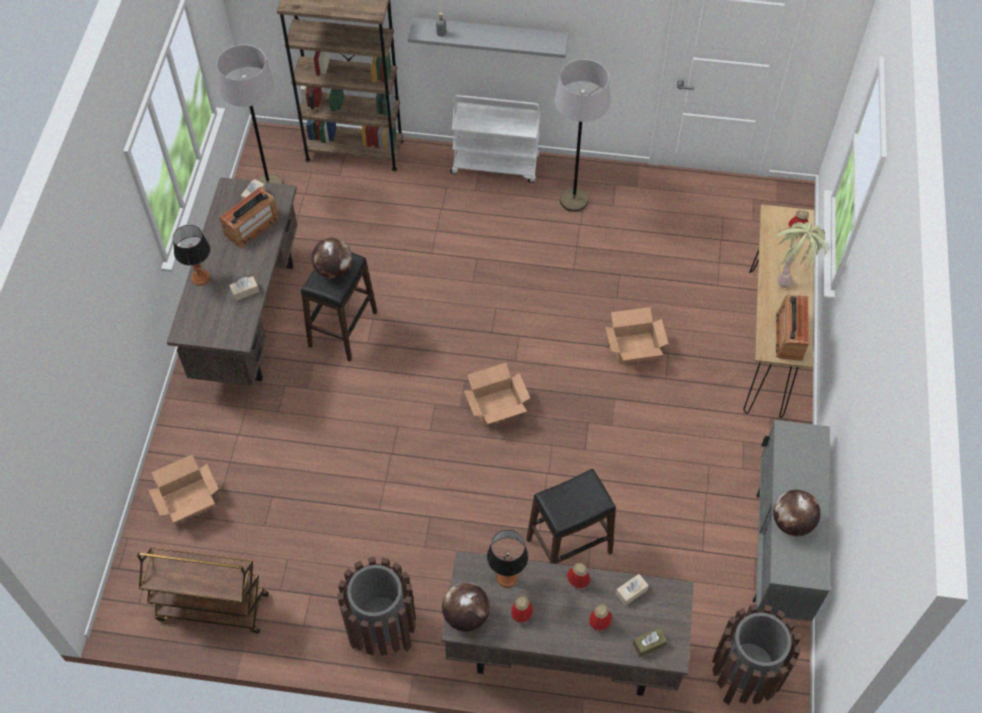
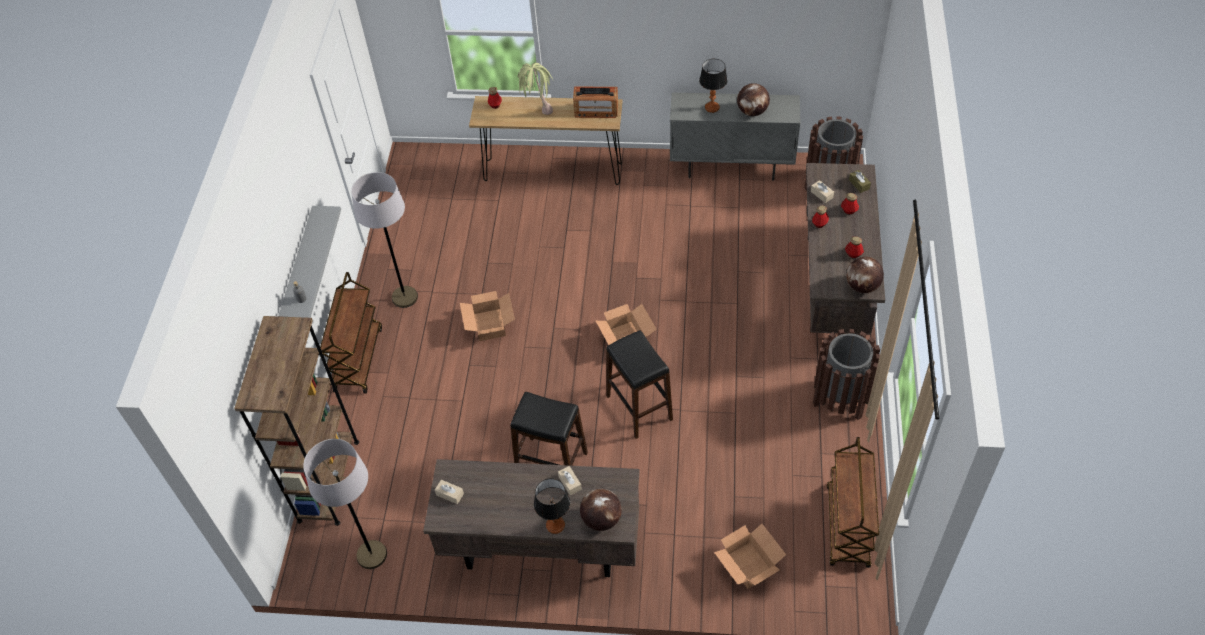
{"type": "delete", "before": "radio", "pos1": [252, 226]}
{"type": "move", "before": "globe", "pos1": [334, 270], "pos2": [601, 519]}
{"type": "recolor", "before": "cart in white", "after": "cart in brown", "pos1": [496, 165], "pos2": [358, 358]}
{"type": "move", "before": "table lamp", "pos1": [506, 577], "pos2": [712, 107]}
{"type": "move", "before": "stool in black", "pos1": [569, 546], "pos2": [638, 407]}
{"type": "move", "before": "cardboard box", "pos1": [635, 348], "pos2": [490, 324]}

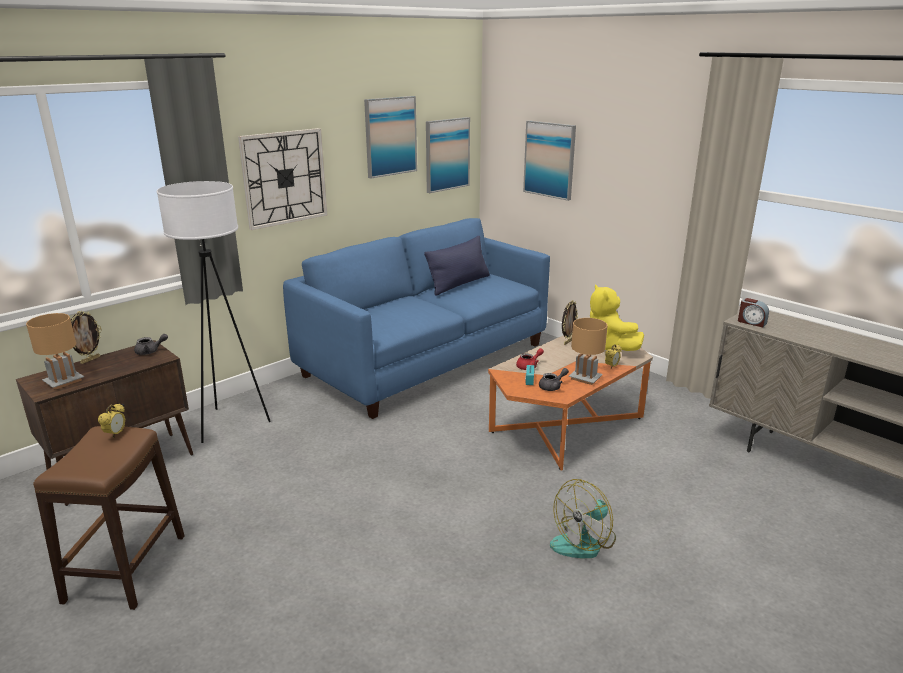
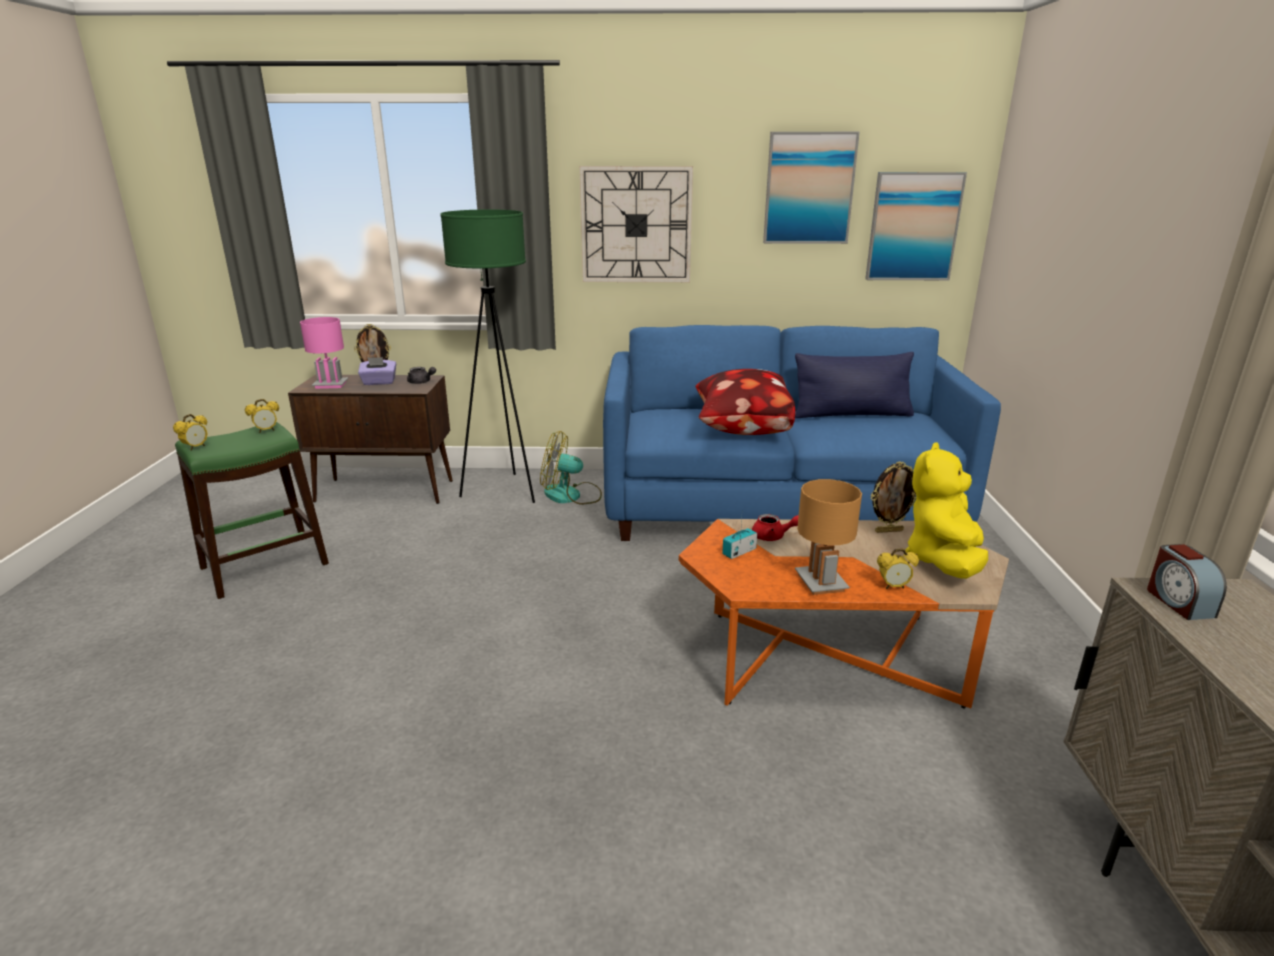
{"type": "recolor", "before": "table lamp in brown", "after": "table lamp in pink", "pos1": [63, 381], "pos2": [331, 385]}
{"type": "recolor", "before": "stool in brown", "after": "stool in green", "pos1": [125, 568], "pos2": [264, 566]}
{"type": "recolor", "before": "floor lamp in white", "after": "floor lamp in green", "pos1": [230, 424], "pos2": [503, 491]}
{"type": "delete", "before": "picture", "pos1": [549, 159]}
{"type": "delete", "before": "teapot in grey", "pos1": [552, 387]}
{"type": "move", "before": "fan", "pos1": [584, 542], "pos2": [571, 495]}
{"type": "insert", "after": "alarm clock", "pos2": [196, 447]}
{"type": "insert", "after": "tissue box in purple", "pos2": [379, 382]}
{"type": "insert", "after": "pillow", "pos2": [741, 430]}

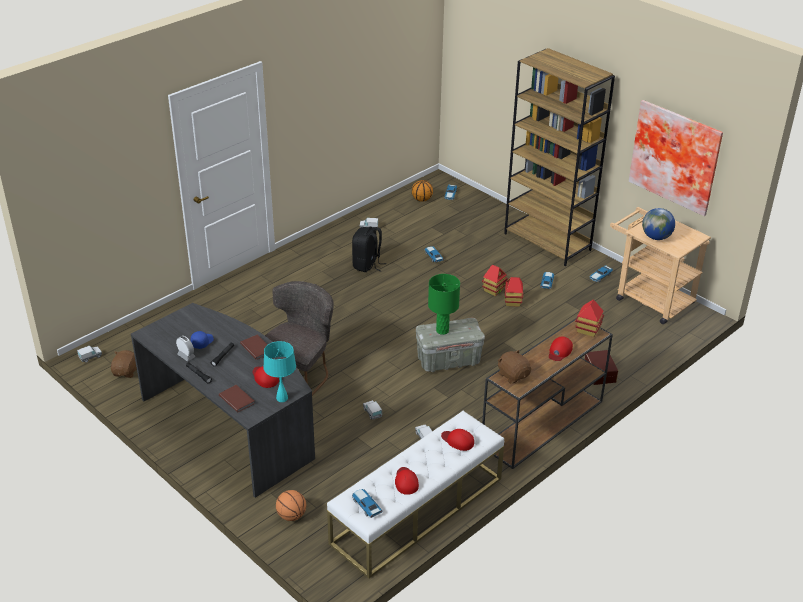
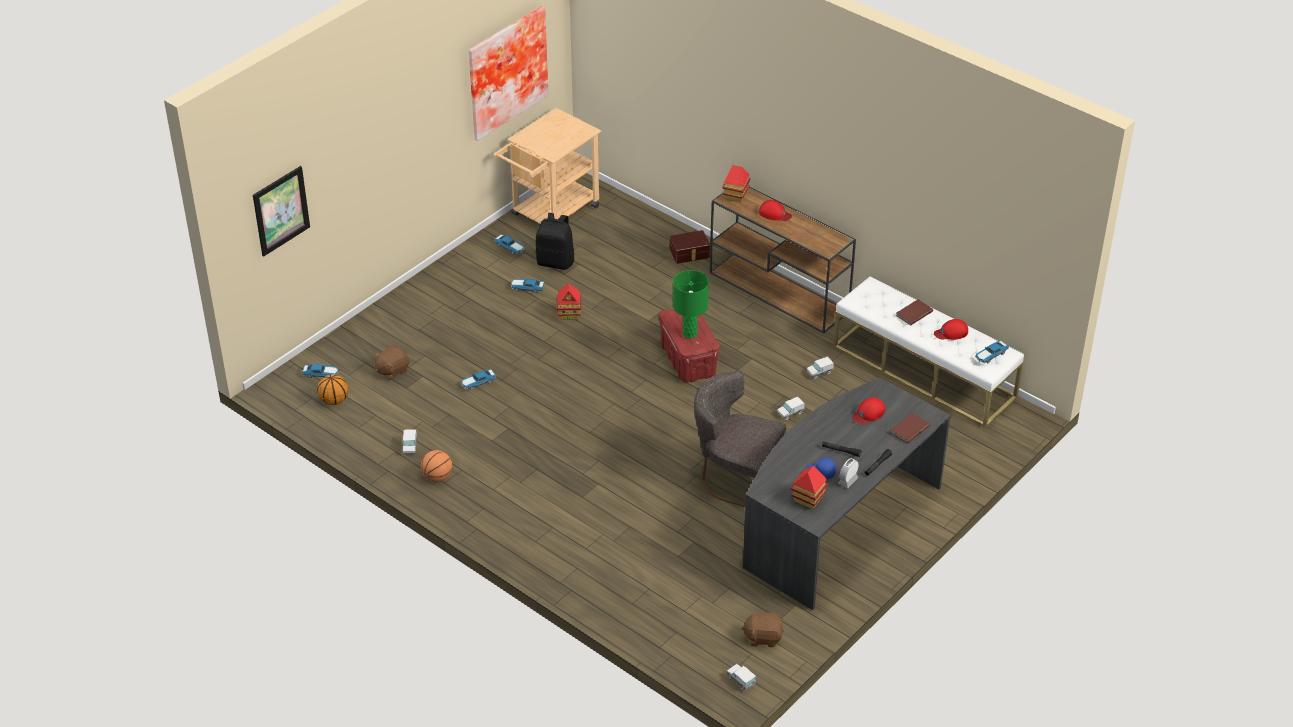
{"type": "move", "before": "book in brown", "pos1": [257, 348], "pos2": [913, 313]}
{"type": "delete", "before": "table lamp in turquoise", "pos1": [281, 398]}
{"type": "move", "before": "basketball", "pos1": [291, 516], "pos2": [437, 477]}
{"type": "move", "before": "backpack in black", "pos1": [367, 265], "pos2": [556, 262]}
{"type": "recolor", "before": "storage box in grey", "after": "storage box in red", "pos1": [448, 360], "pos2": [689, 361]}
{"type": "delete", "before": "cap in red", "pos1": [458, 440]}
{"type": "move", "before": "toy house", "pos1": [493, 290], "pos2": [808, 499]}
{"type": "move", "before": "plush toy in brown", "pos1": [513, 375], "pos2": [392, 370]}
{"type": "delete", "before": "bookcase in brown", "pos1": [548, 242]}
{"type": "delete", "before": "globe", "pos1": [656, 237]}
{"type": "insert", "after": "picture", "pos2": [281, 210]}

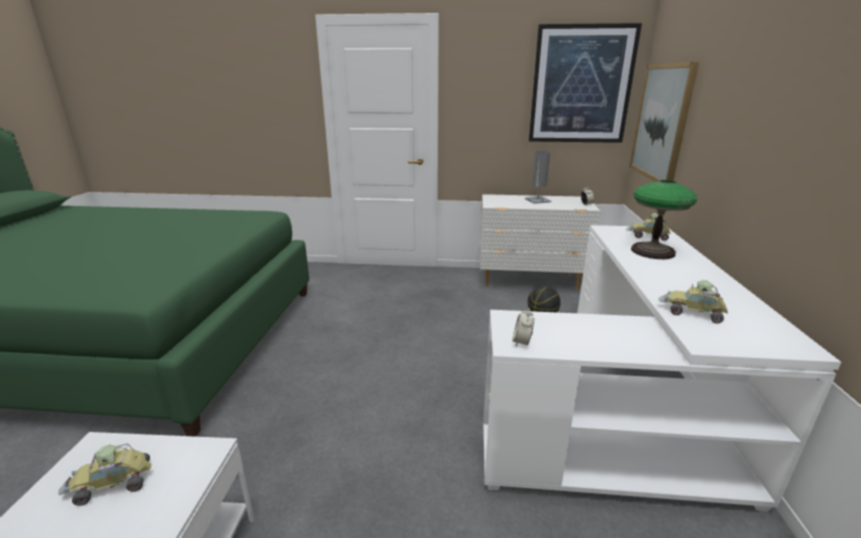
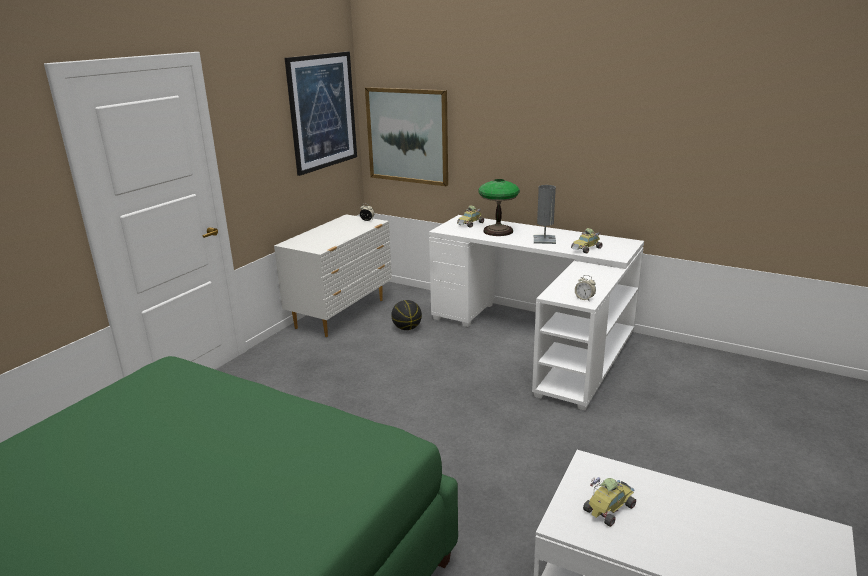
{"type": "rotate", "before": "toy car", "pos1": [112, 484], "pos2": [609, 507], "turn": -135}
{"type": "move", "before": "table lamp in grey", "pos1": [537, 200], "pos2": [544, 240]}

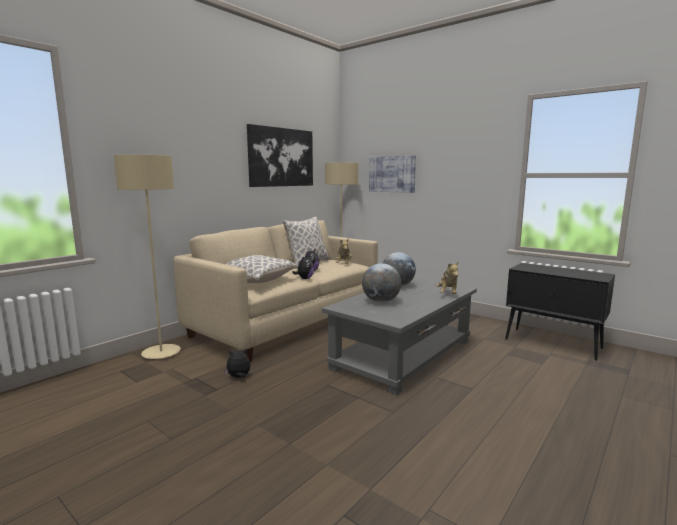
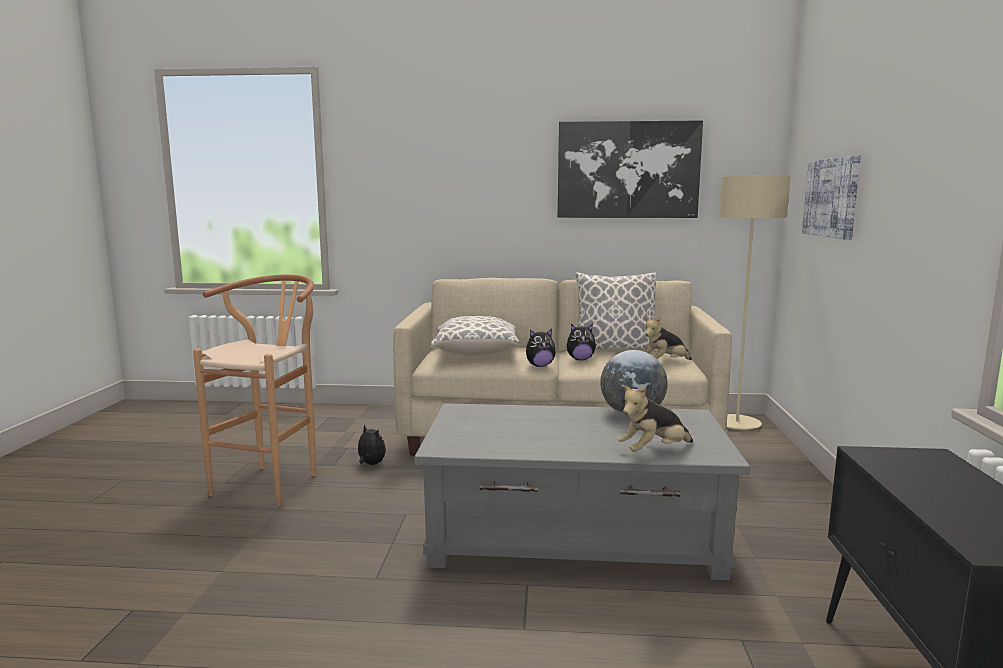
{"type": "delete", "before": "floor lamp in beige", "pos1": [161, 353]}
{"type": "delete", "before": "globe", "pos1": [381, 301]}
{"type": "insert", "after": "stool in brown", "pos2": [273, 481]}

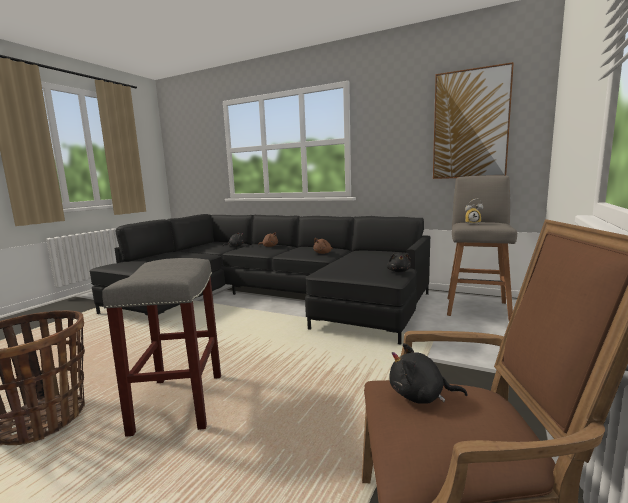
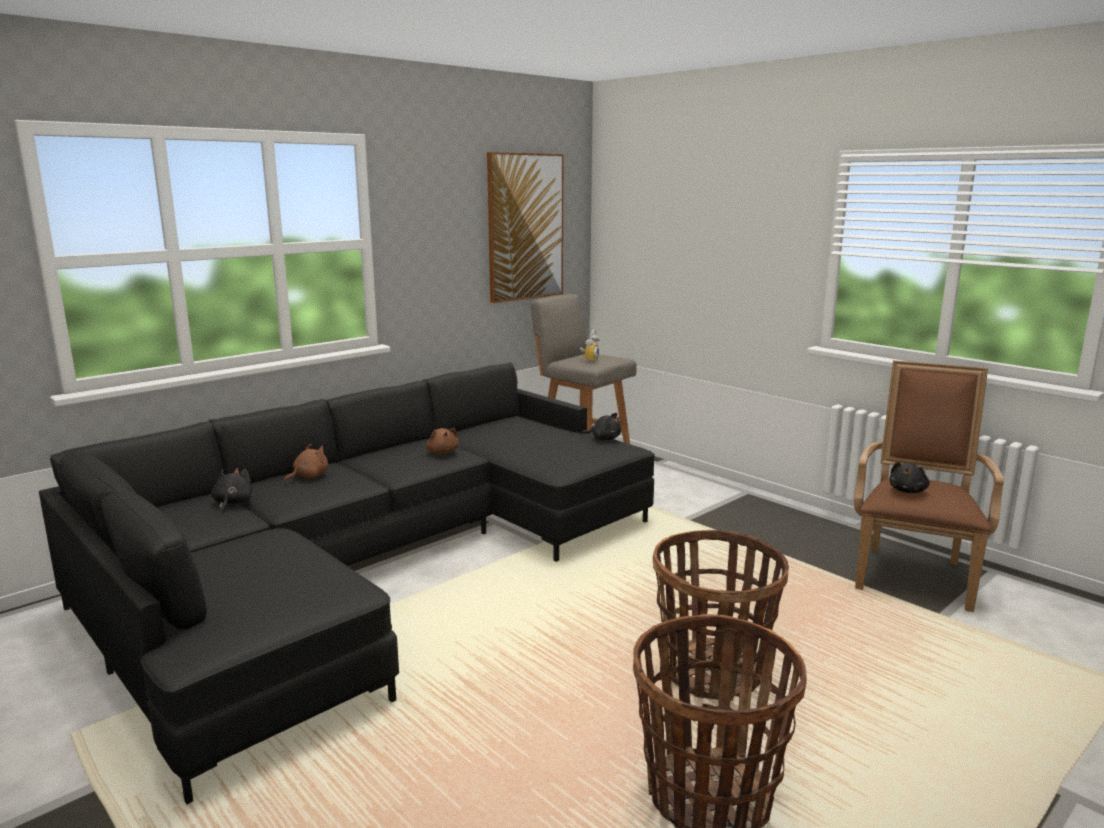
{"type": "replace", "before": "stool in grey", "after": "basket", "pos1": [179, 404], "pos2": [713, 672]}

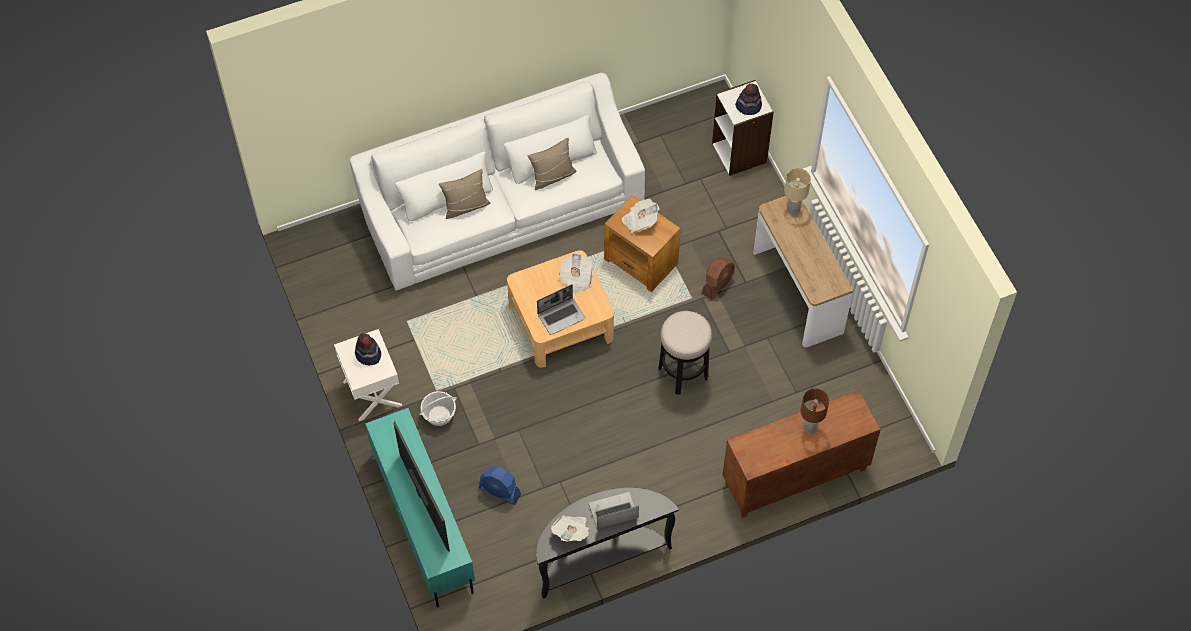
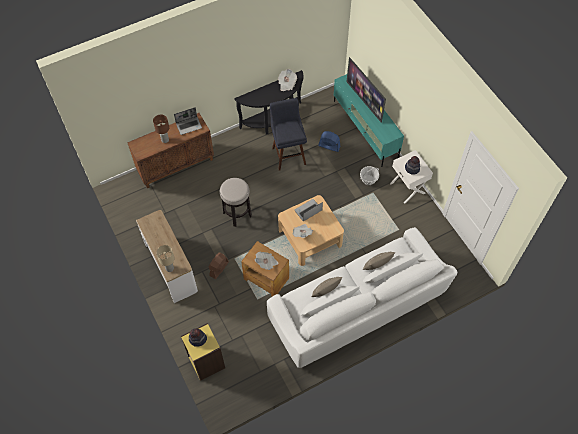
{"type": "move", "before": "laptop", "pos1": [613, 512], "pos2": [189, 125]}
{"type": "recolor", "before": "bookcase in white", "after": "bookcase in yellow", "pos1": [740, 153], "pos2": [206, 362]}
{"type": "insert", "after": "stool in blue", "pos2": [288, 154]}

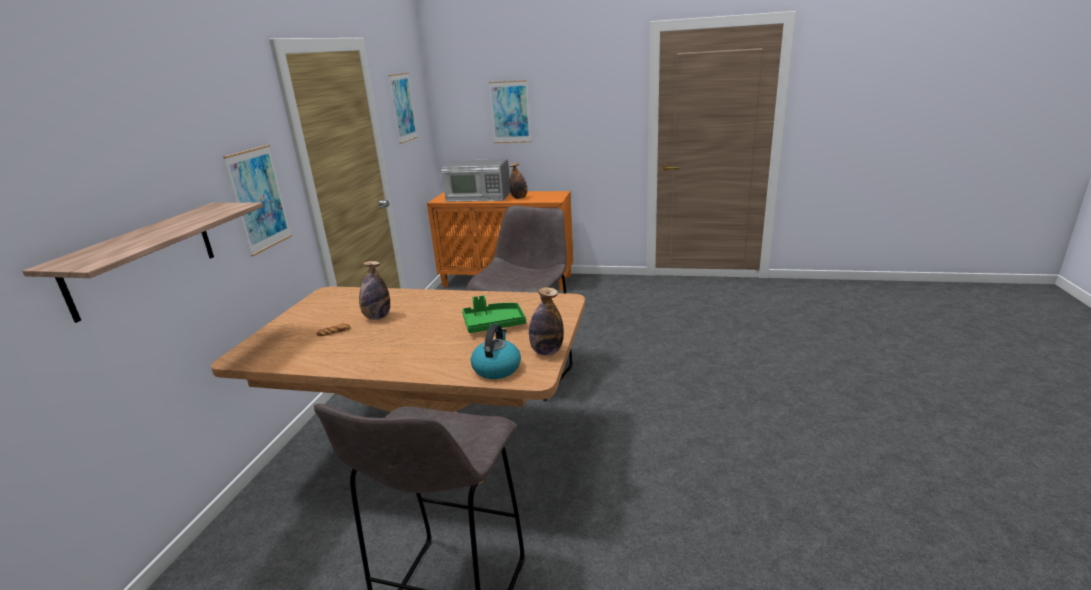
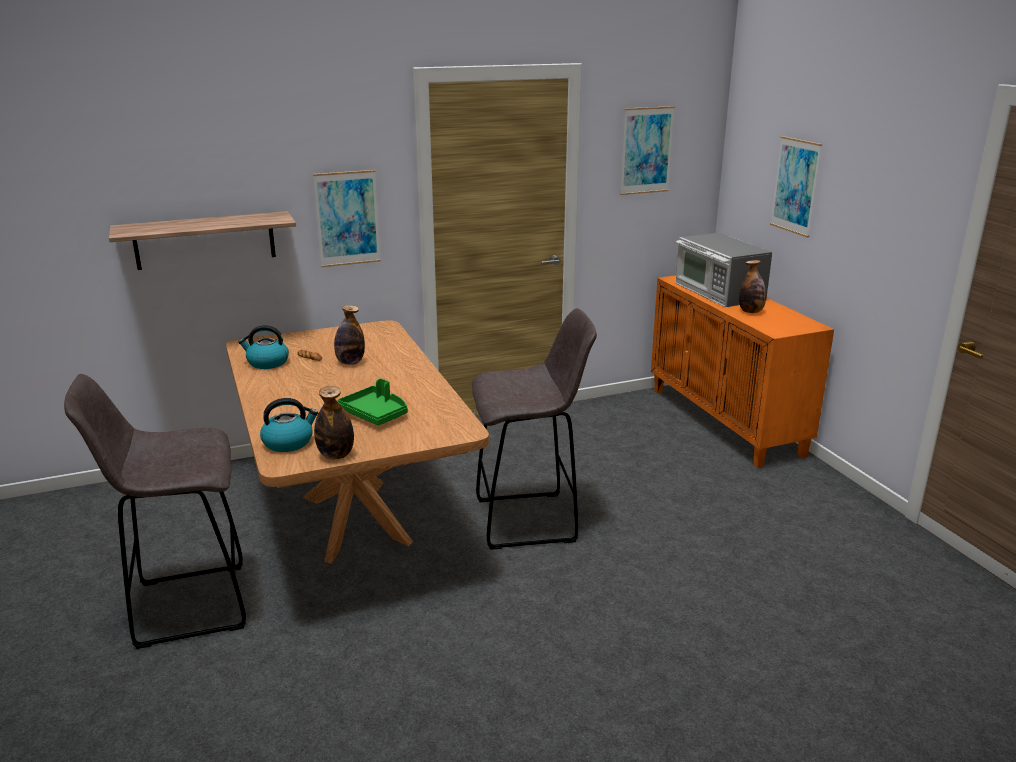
{"type": "insert", "after": "kettle", "pos2": [267, 363]}

